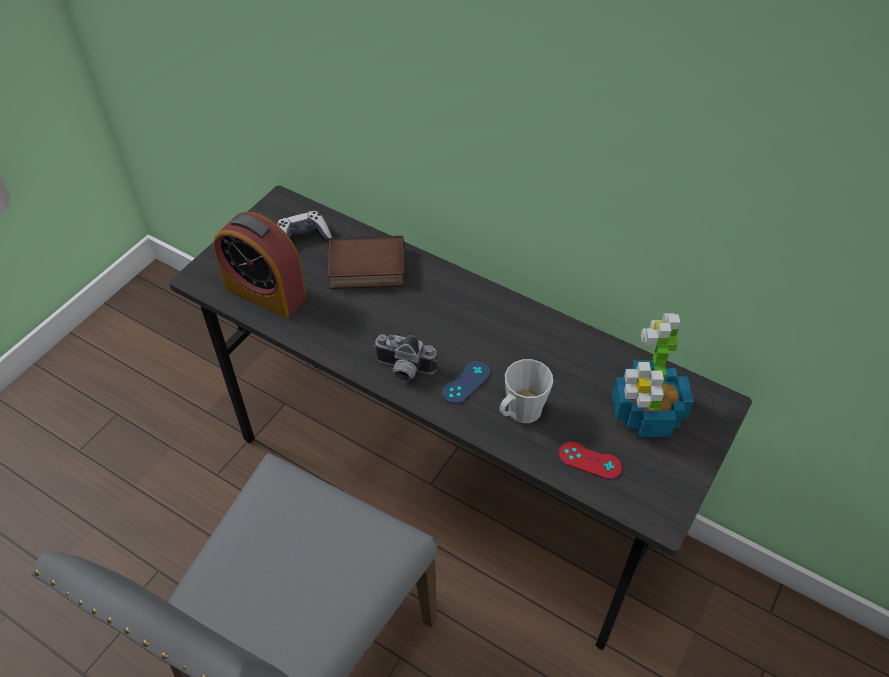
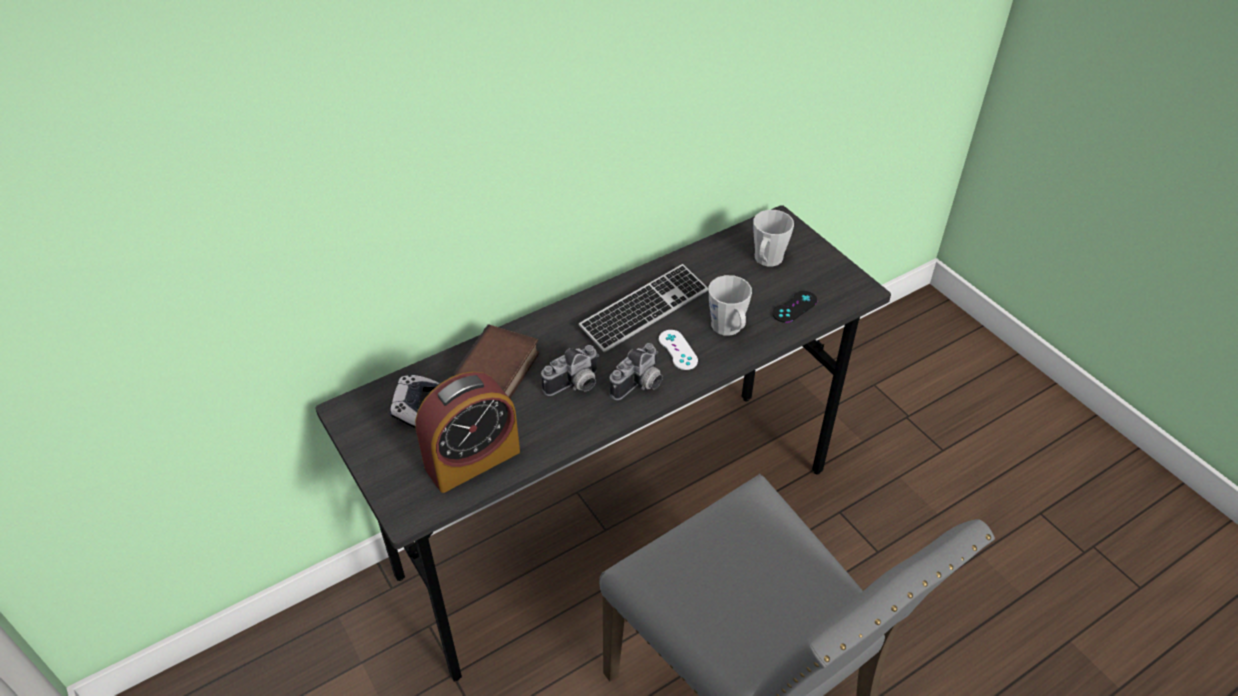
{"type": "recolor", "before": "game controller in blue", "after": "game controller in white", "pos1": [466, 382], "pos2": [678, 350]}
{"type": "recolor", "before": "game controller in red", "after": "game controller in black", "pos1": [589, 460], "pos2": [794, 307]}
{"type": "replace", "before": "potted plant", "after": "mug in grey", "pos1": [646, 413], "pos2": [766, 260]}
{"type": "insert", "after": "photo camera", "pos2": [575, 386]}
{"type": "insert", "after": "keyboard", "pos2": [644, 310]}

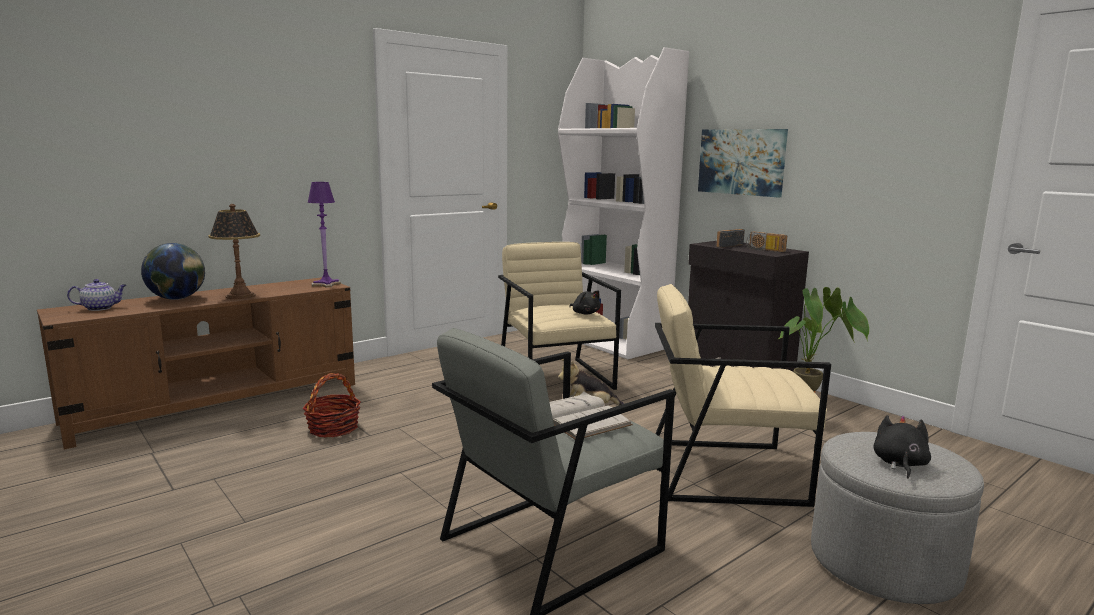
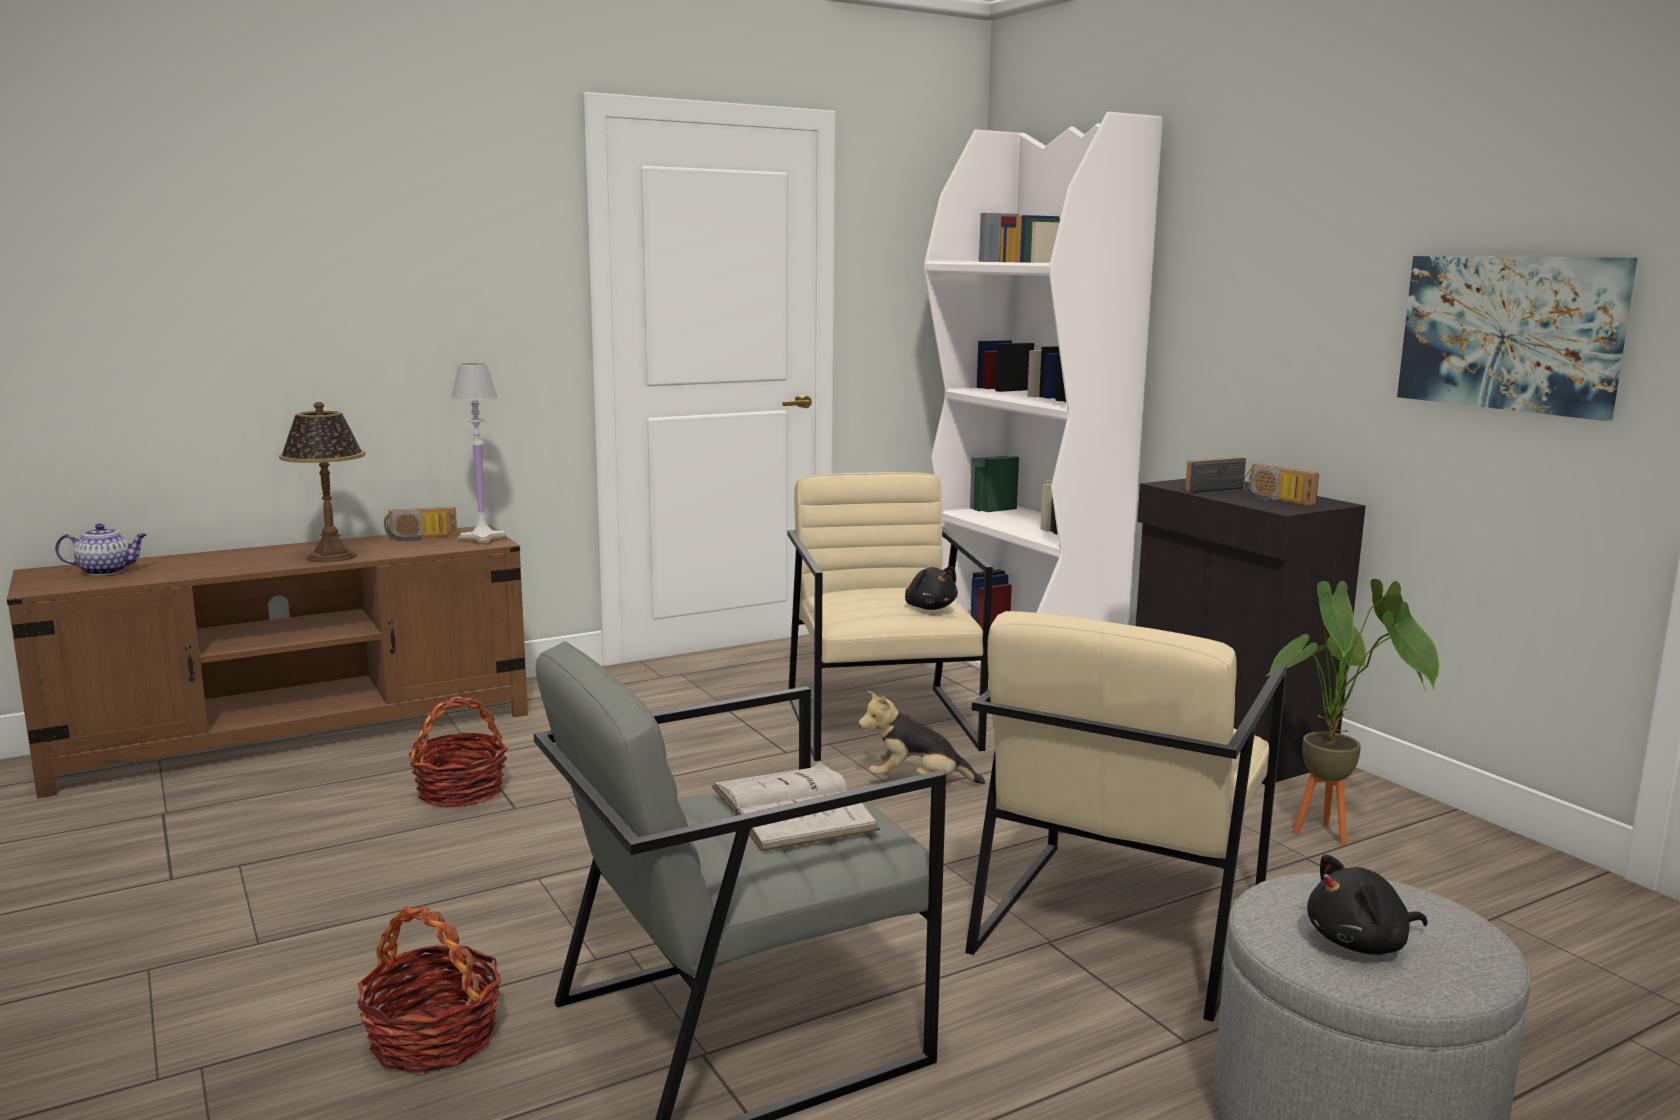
{"type": "delete", "before": "globe", "pos1": [177, 299]}
{"type": "recolor", "before": "table lamp in purple", "after": "table lamp in white", "pos1": [326, 284], "pos2": [482, 540]}
{"type": "rotate", "before": "armchair in beige", "pos1": [725, 471], "pos2": [1119, 923], "turn": -75}
{"type": "move", "before": "picture", "pos1": [741, 162], "pos2": [1511, 333]}
{"type": "rotate", "before": "plush toy in black", "pos1": [899, 464], "pos2": [1361, 943], "turn": -135}
{"type": "insert", "after": "basket", "pos2": [433, 1039]}
{"type": "insert", "after": "radio", "pos2": [421, 538]}

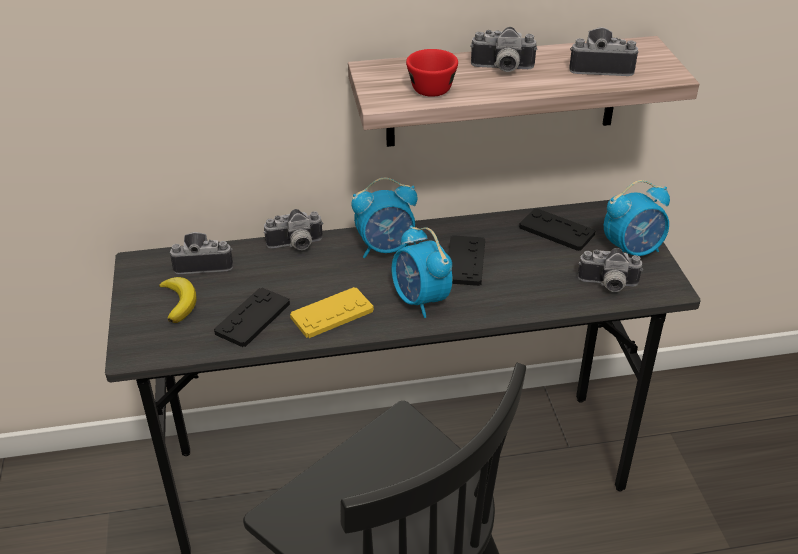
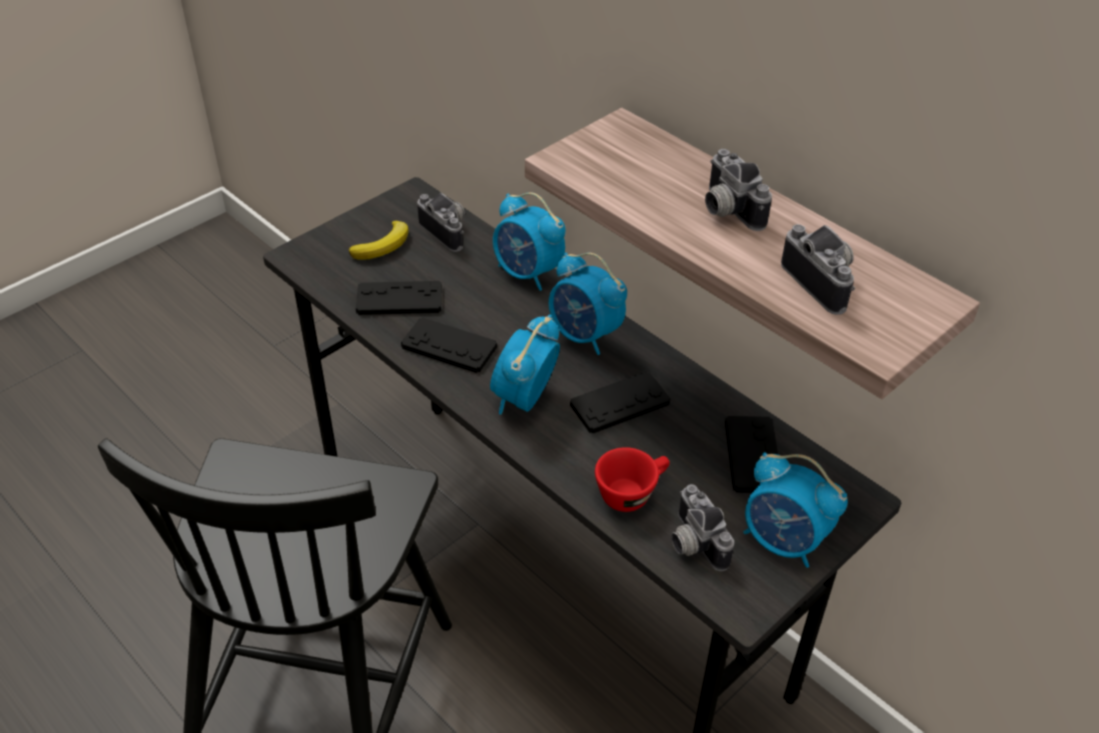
{"type": "replace", "before": "photo camera", "after": "alarm clock", "pos1": [296, 246], "pos2": [528, 273]}
{"type": "recolor", "before": "game controller in yellow", "after": "game controller in black", "pos1": [332, 314], "pos2": [449, 347]}
{"type": "move", "before": "cup in red", "pos1": [430, 86], "pos2": [632, 492]}

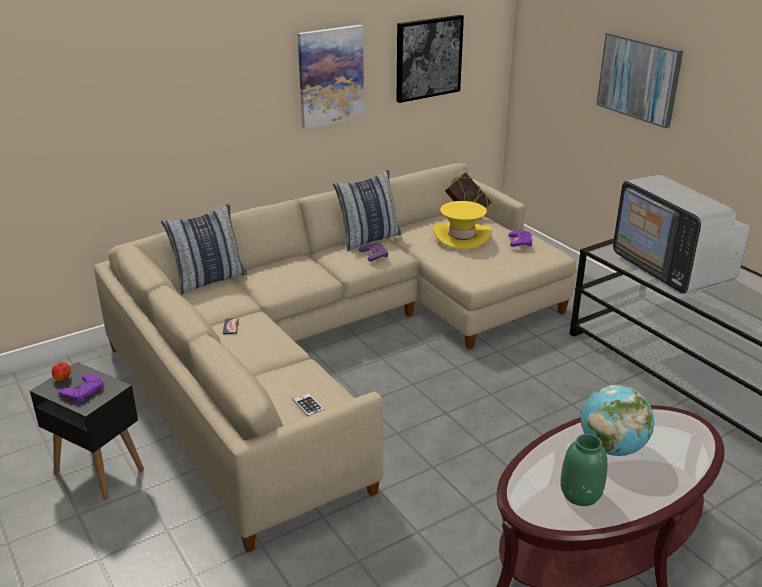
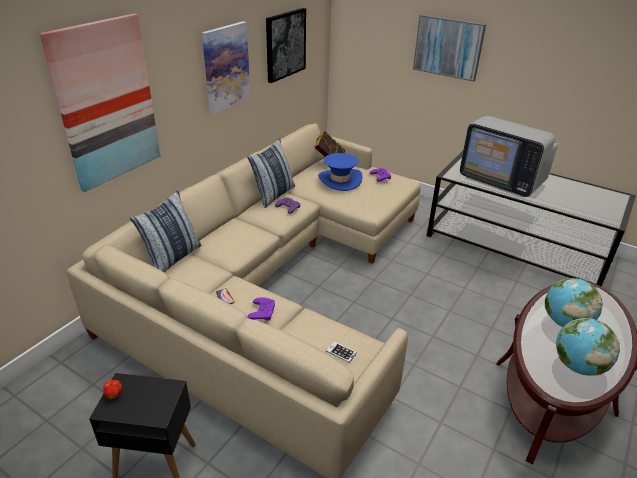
{"type": "move", "before": "game controller in purple", "pos1": [84, 392], "pos2": [264, 312]}
{"type": "recolor", "before": "hat in yellow", "after": "hat in blue", "pos1": [462, 236], "pos2": [340, 180]}
{"type": "replace", "before": "vase in green", "after": "globe", "pos1": [580, 494], "pos2": [577, 366]}
{"type": "insert", "after": "picture", "pos2": [106, 103]}

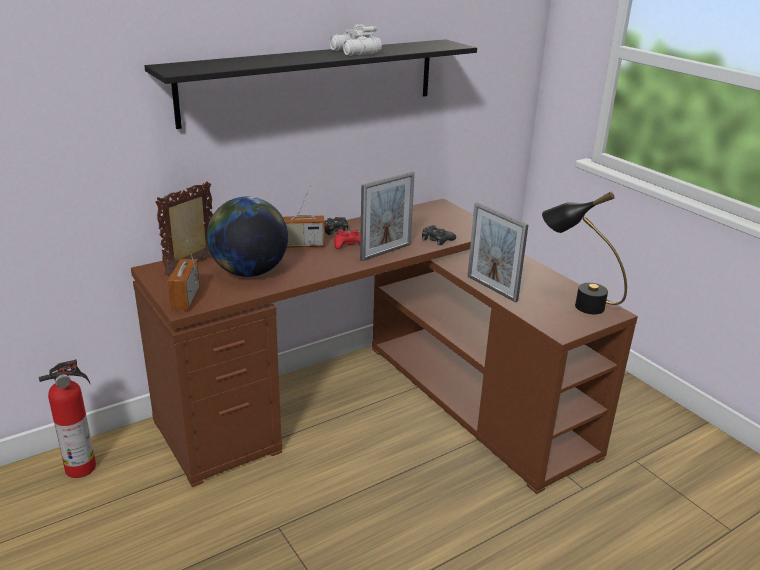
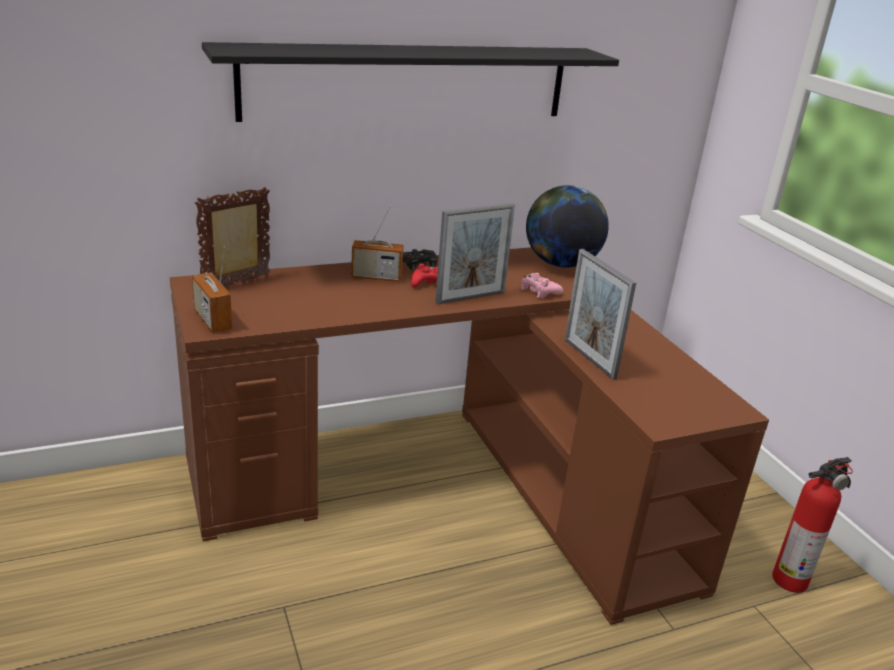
{"type": "move", "before": "fire extinguisher", "pos1": [83, 467], "pos2": [792, 579]}
{"type": "rotate", "before": "radio", "pos1": [185, 299], "pos2": [213, 320], "turn": -45}
{"type": "move", "before": "globe", "pos1": [249, 272], "pos2": [560, 263]}
{"type": "delete", "before": "binoculars in white", "pos1": [354, 52]}
{"type": "recolor", "before": "game controller in black", "after": "game controller in pink", "pos1": [436, 239], "pos2": [539, 291]}
{"type": "delete", "before": "table lamp in black", "pos1": [575, 303]}

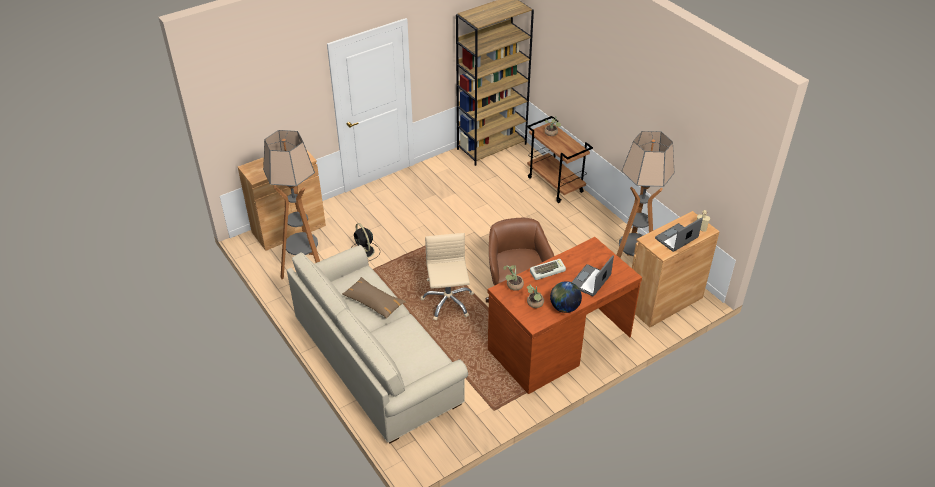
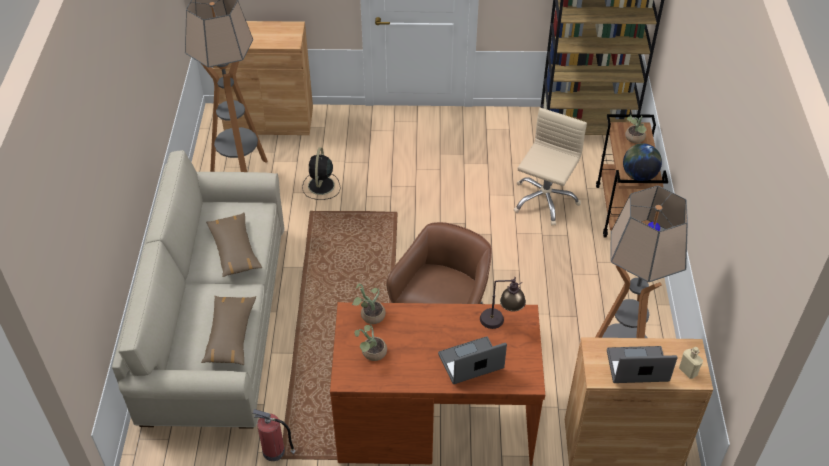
{"type": "move", "before": "office chair in beige", "pos1": [448, 302], "pos2": [544, 200]}
{"type": "delete", "before": "keyboard", "pos1": [547, 271]}
{"type": "move", "before": "globe", "pos1": [564, 307], "pos2": [639, 175]}
{"type": "insert", "after": "pillow in brown", "pos2": [230, 335]}
{"type": "insert", "after": "fire extinguisher", "pos2": [275, 451]}
{"type": "insert", "after": "table lamp", "pos2": [501, 321]}

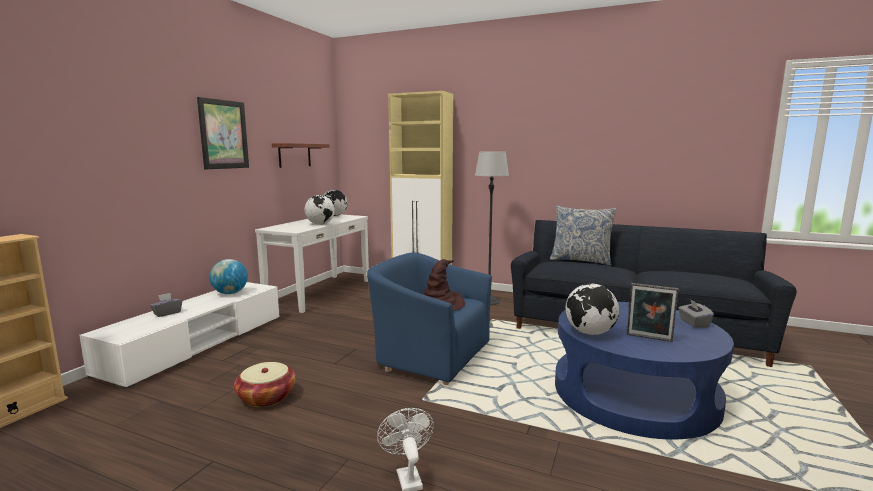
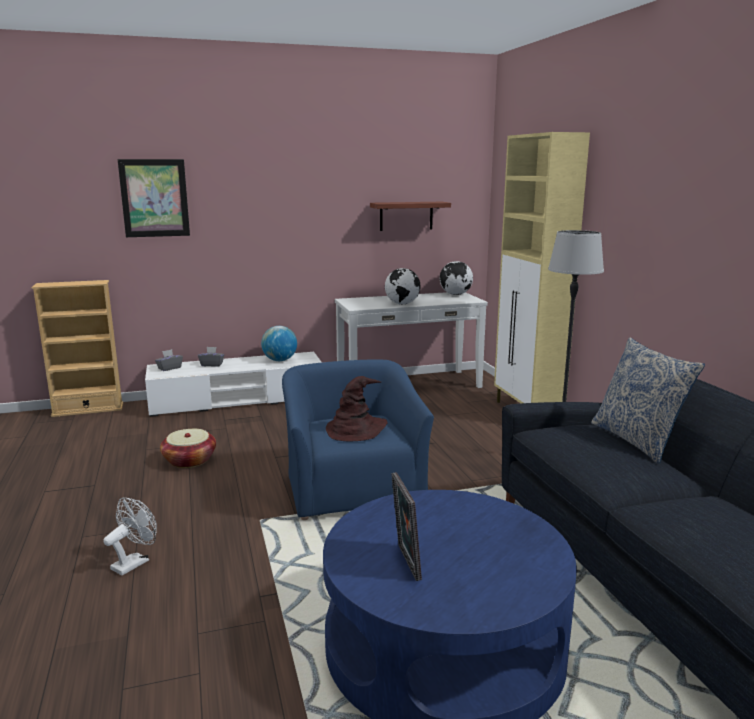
{"type": "move", "before": "picture", "pos1": [224, 134], "pos2": [154, 198]}
{"type": "delete", "before": "globe", "pos1": [590, 333]}
{"type": "move", "before": "tissue box in grey", "pos1": [693, 323], "pos2": [169, 368]}

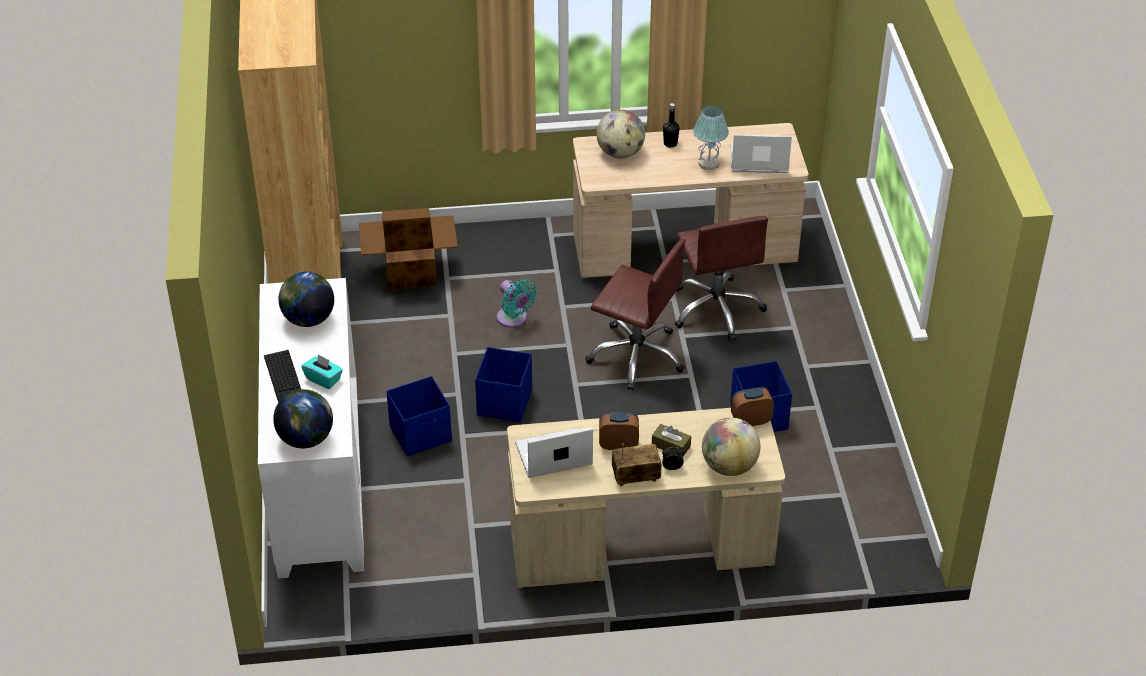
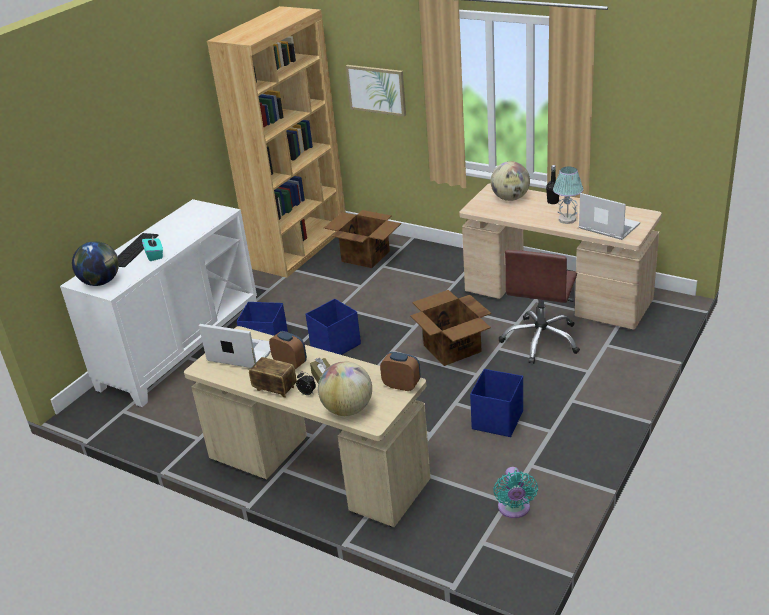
{"type": "delete", "before": "globe", "pos1": [308, 319]}
{"type": "move", "before": "fan in turquoise", "pos1": [514, 319], "pos2": [514, 509]}
{"type": "replace", "before": "office chair in brown", "after": "cardboard box", "pos1": [637, 355], "pos2": [452, 349]}
{"type": "insert", "after": "picture", "pos2": [376, 89]}

